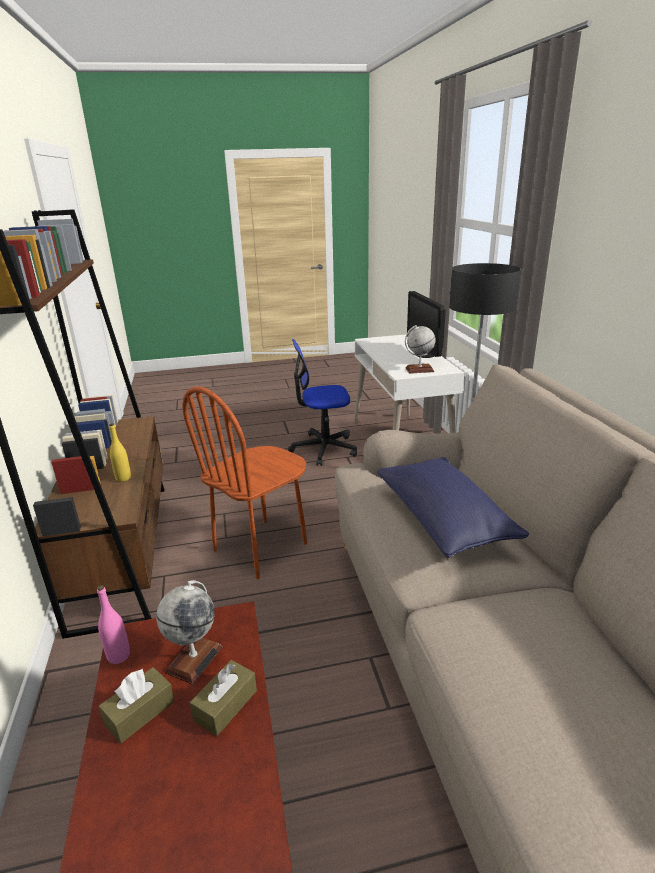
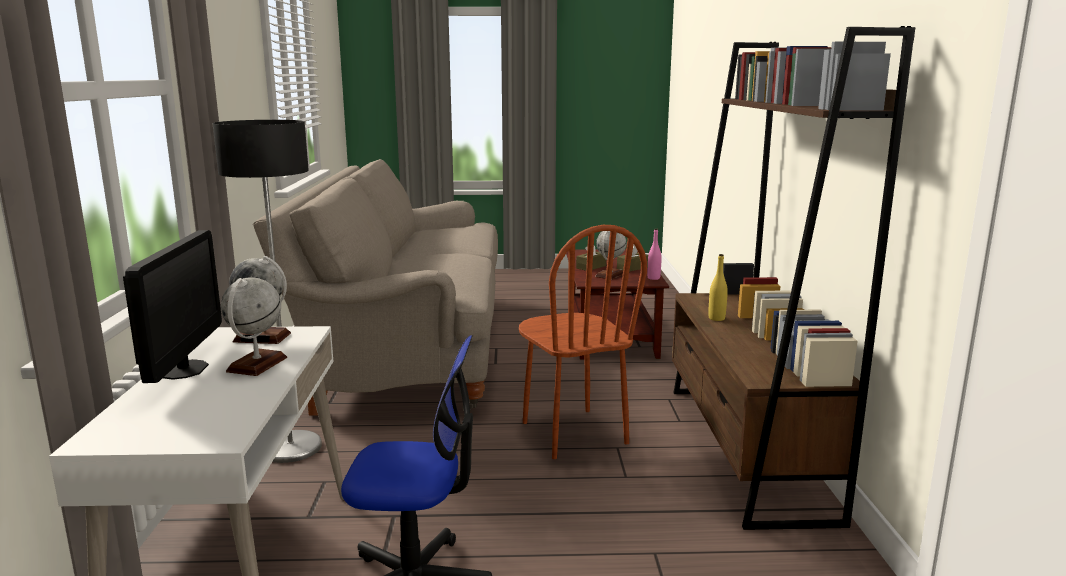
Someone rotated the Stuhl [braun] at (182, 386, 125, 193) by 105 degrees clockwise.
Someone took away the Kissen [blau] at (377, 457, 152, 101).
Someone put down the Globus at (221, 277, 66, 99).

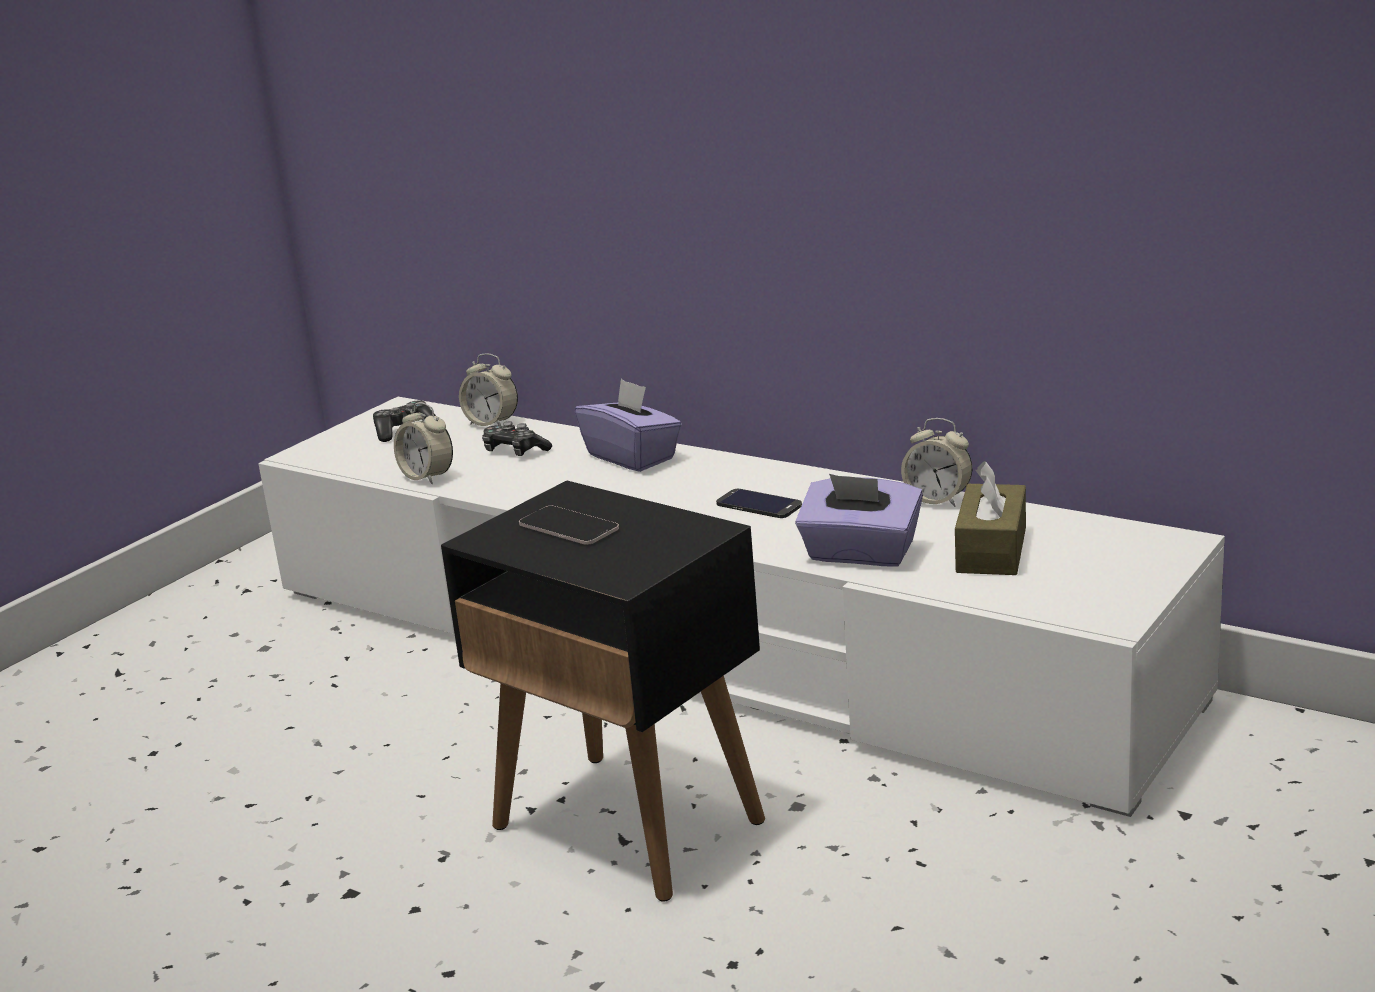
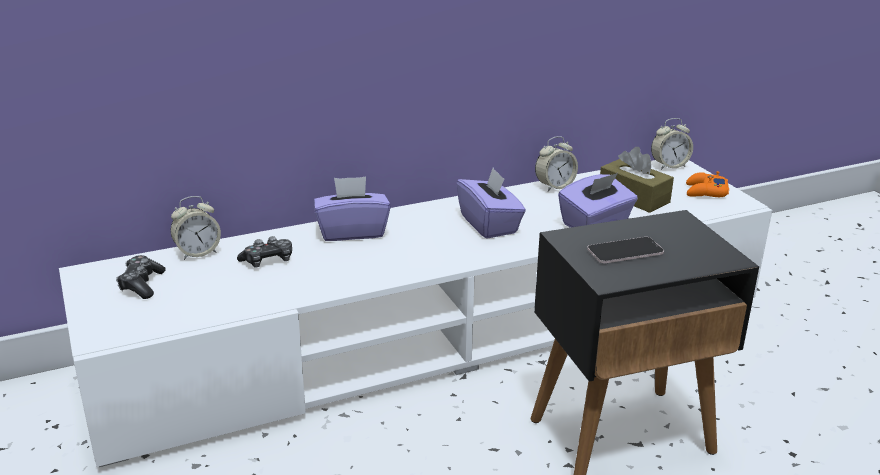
Someone carried the Wecker from (394, 402, 59, 82) to (651, 118, 42, 52).
Someone swapped the Handy at (716, 489, 86, 29) for the Taschentuchbox [lila] at (456, 167, 70, 72).
Someone put down the Gamepad [orange] at (686, 171, 43, 26).

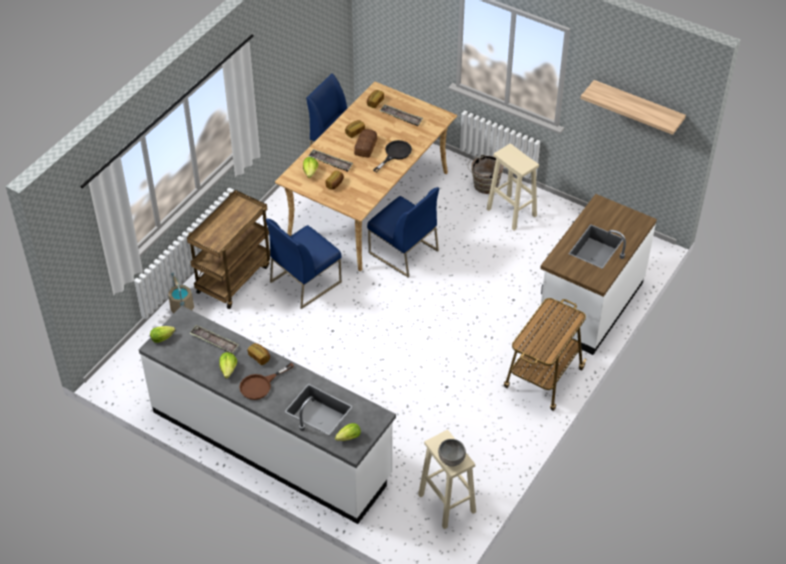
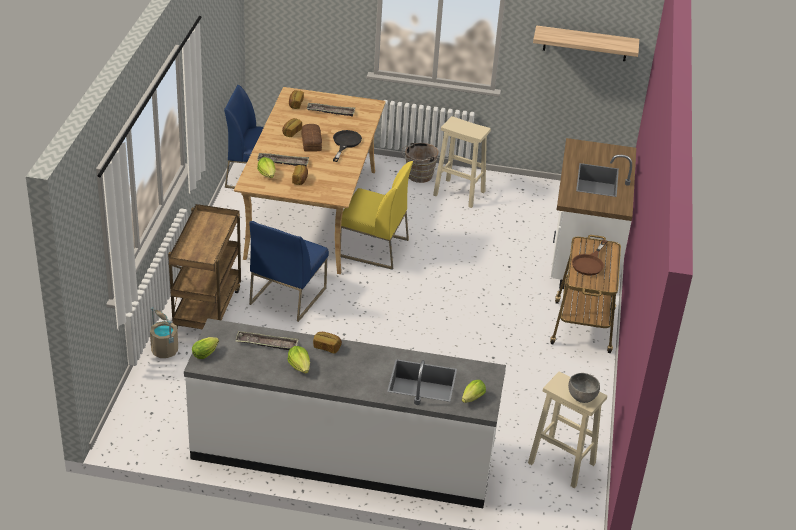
Someone carried the Pfanne [braun] from (239, 363, 55, 37) to (572, 240, 36, 36).
Someone repainted the Stuhl [blau] at (367, 187, 72, 91), which became the Stuhl [gelb] at (340, 161, 73, 109).

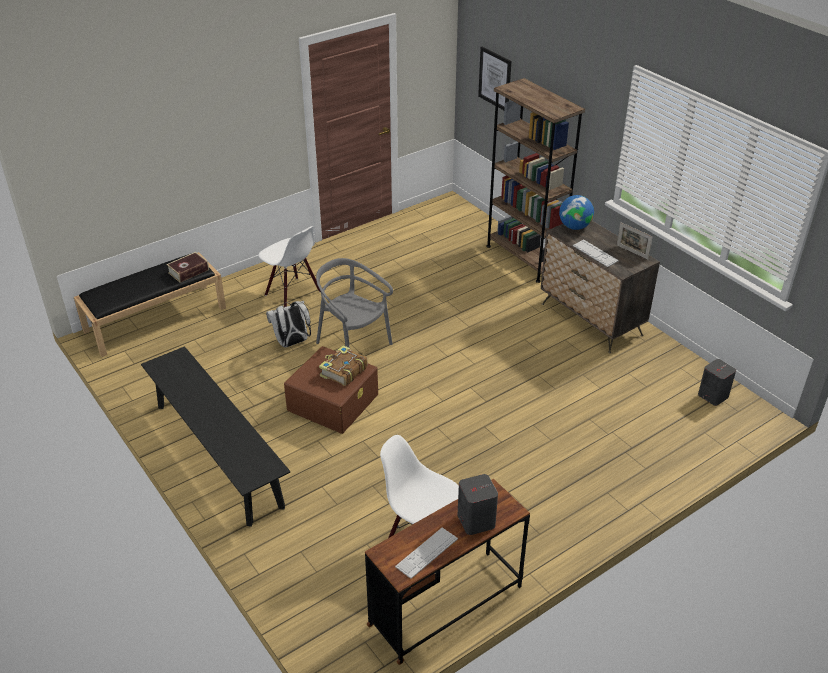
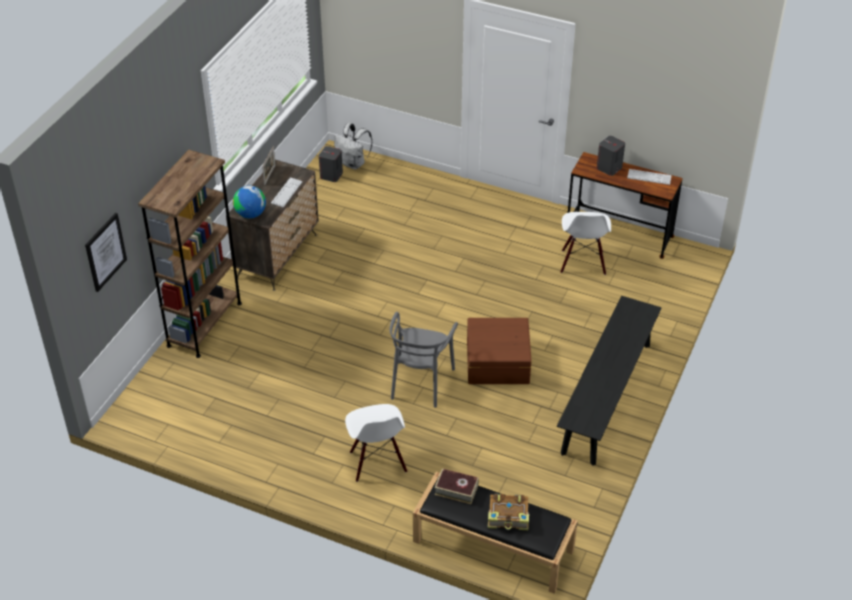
Someone rotated the Stuhl [weiß] at (258, 226, 63, 81) by 150 degrees clockwise.
Someone carried the Rucksack [weiß] from (266, 301, 45, 46) to (334, 123, 39, 47).
Someone carried the Buch from (319, 345, 49, 41) to (488, 493, 41, 37).

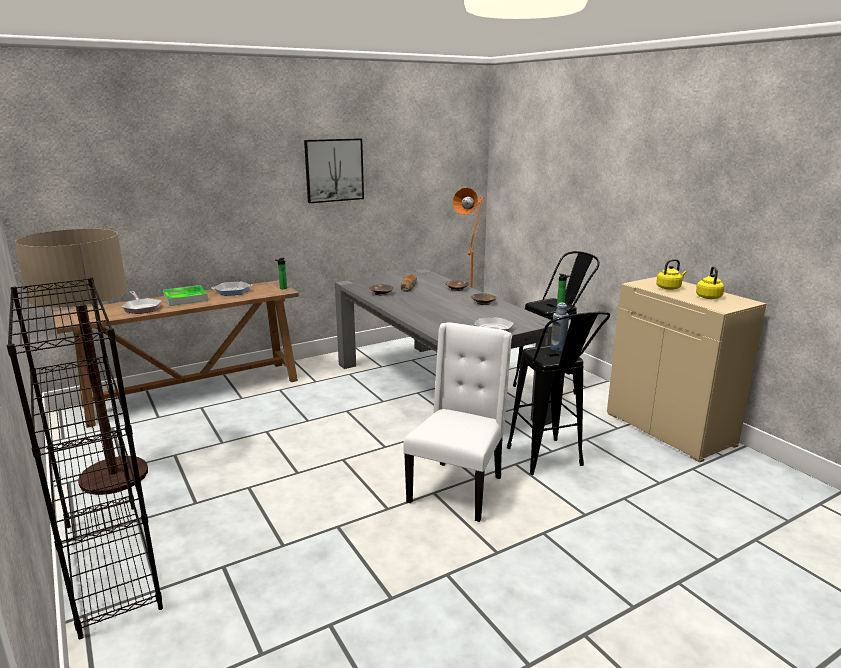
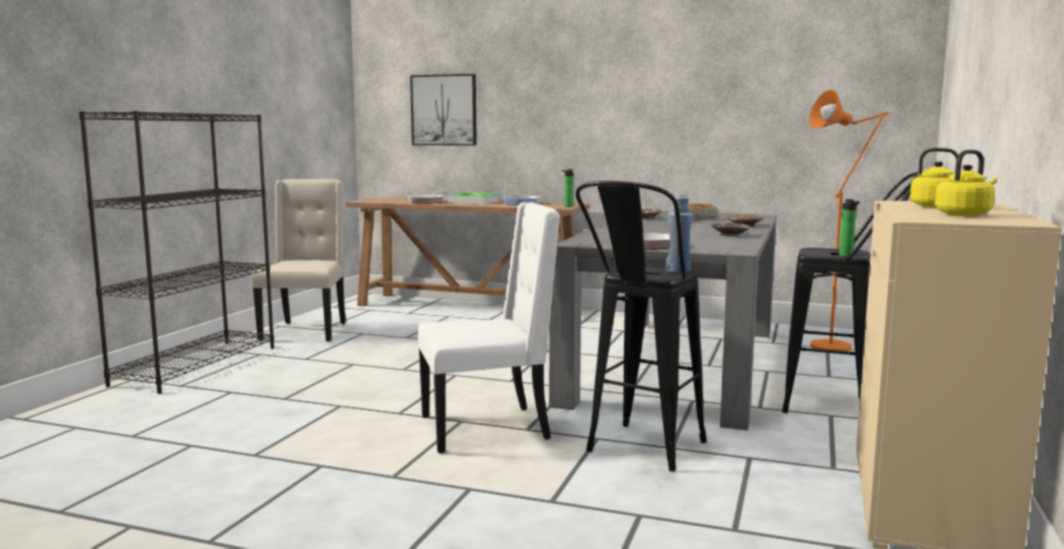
Someone swapped the Stehlampe at (15, 229, 133, 266) for the Stuhl [beige] at (252, 179, 94, 163).
Someone carried the Bild from (304, 138, 60, 65) to (410, 74, 67, 72).

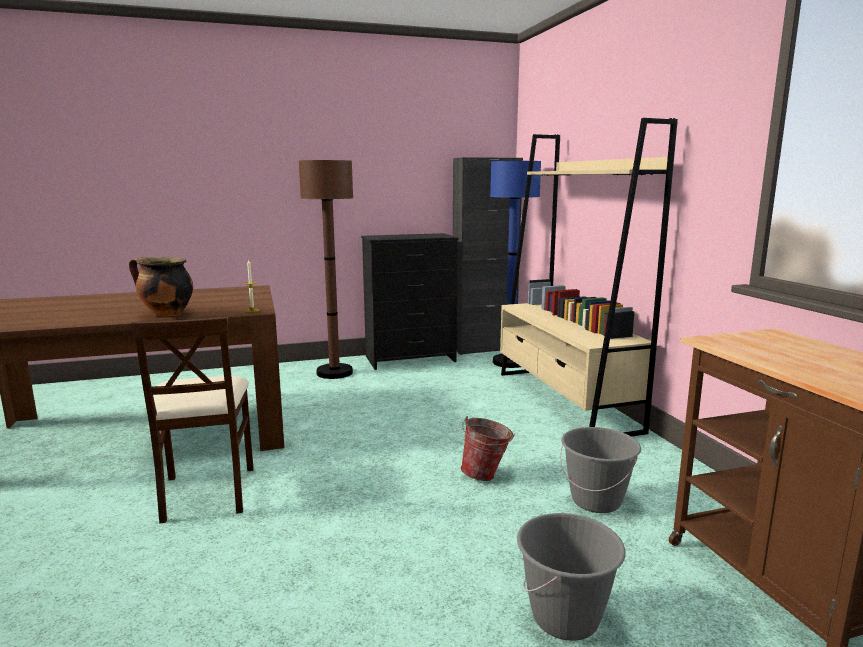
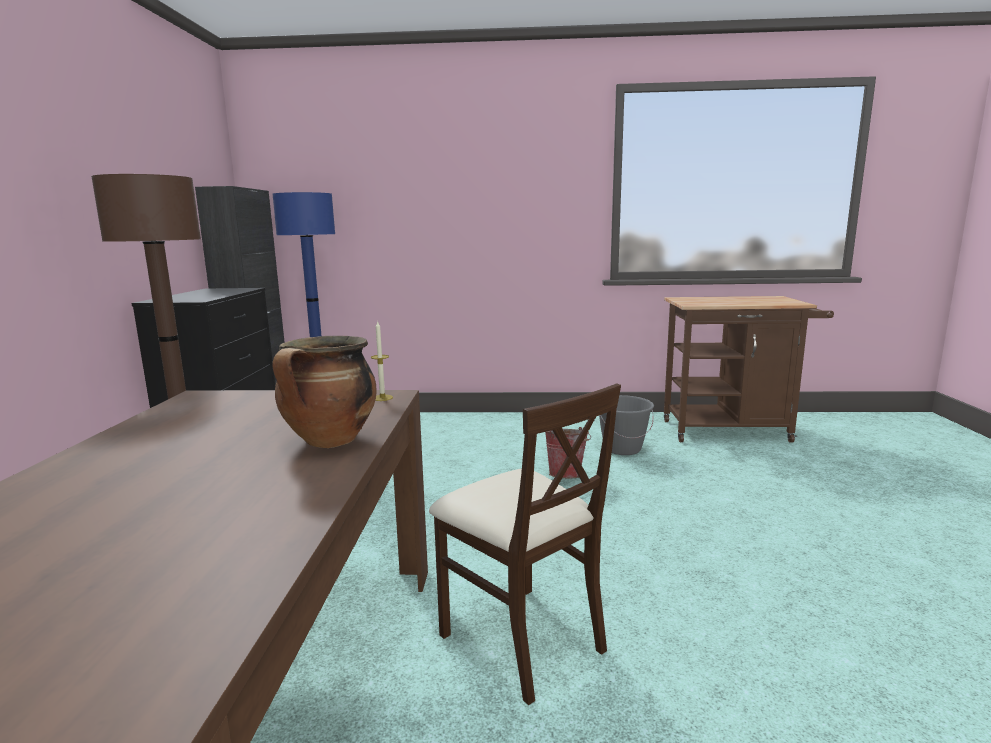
Someone rotated the Stuhl [beige] at (131, 317, 123, 207) by 45 degrees clockwise.
Someone took away the Bücherregal [beige] at (500, 118, 178, 319).
Someone took away the Eimer [grau] at (517, 513, 109, 128).

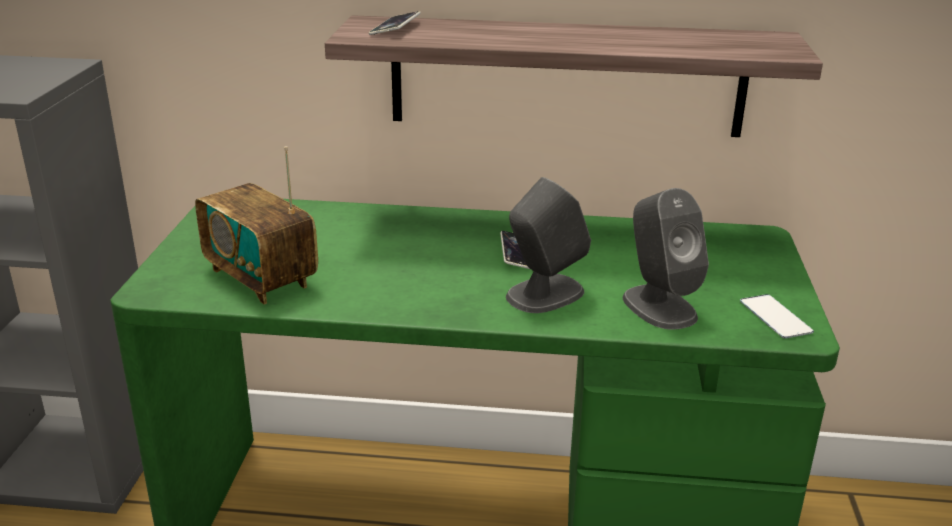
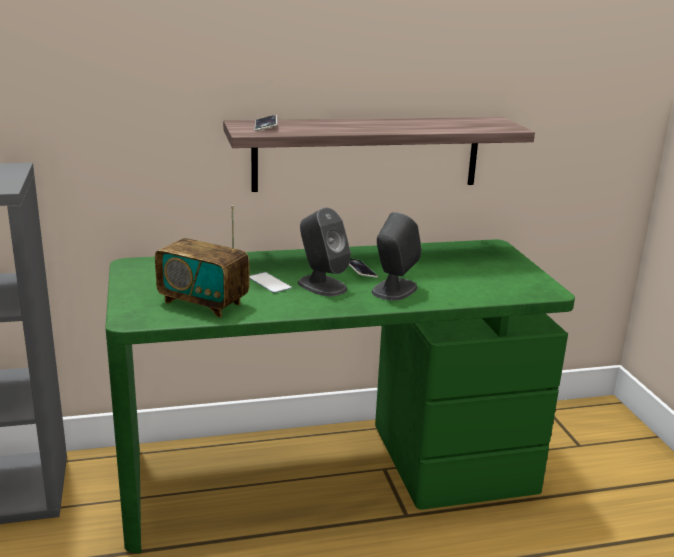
Someone carried the Lautsprecher [grau] from (622, 188, 87, 142) to (298, 208, 53, 88).
Someone carried the Handy from (740, 294, 74, 45) to (250, 272, 42, 21).

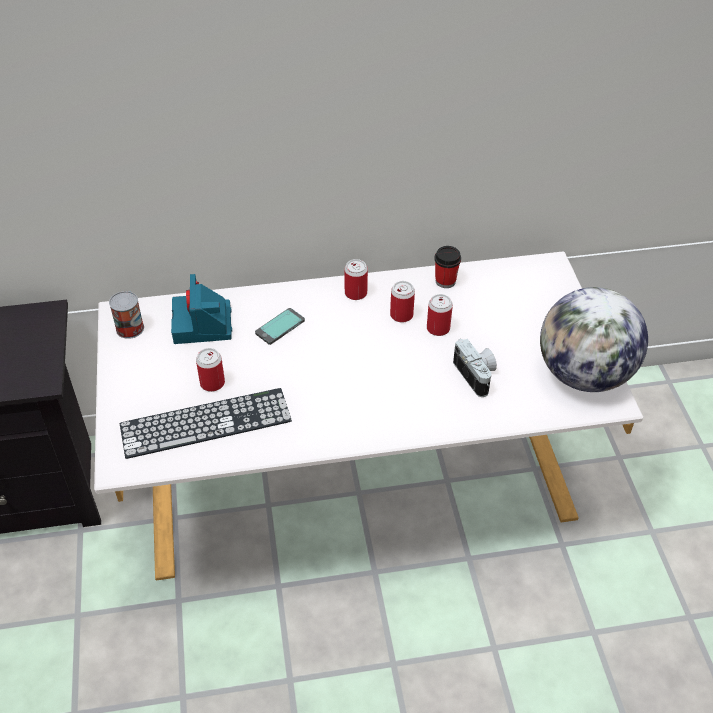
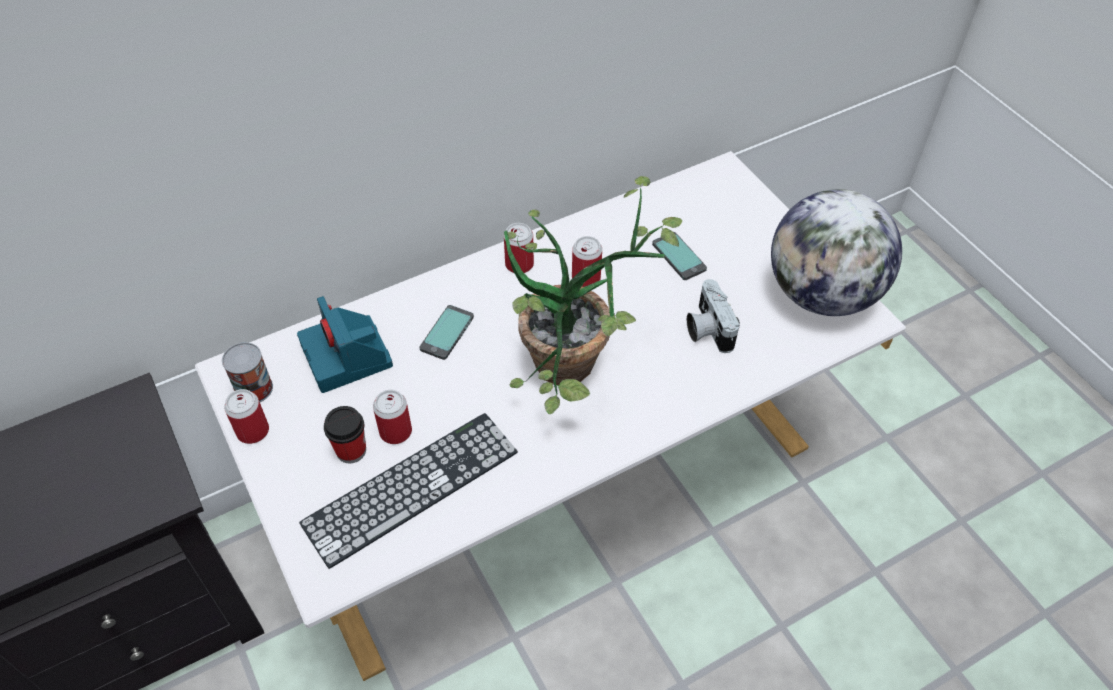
Someone carried the Dose from (427, 294, 26, 42) to (224, 389, 45, 55).
Someone carried the Tasse from (434, 246, 27, 42) to (324, 406, 42, 57).
Someone rotated the Kamera at (453, 339, 44, 58) by 150 degrees counterclockwise.
Someone put down the Topfpflanze at (504, 176, 178, 238).
Someone put down the Handy at (652, 232, 55, 48).

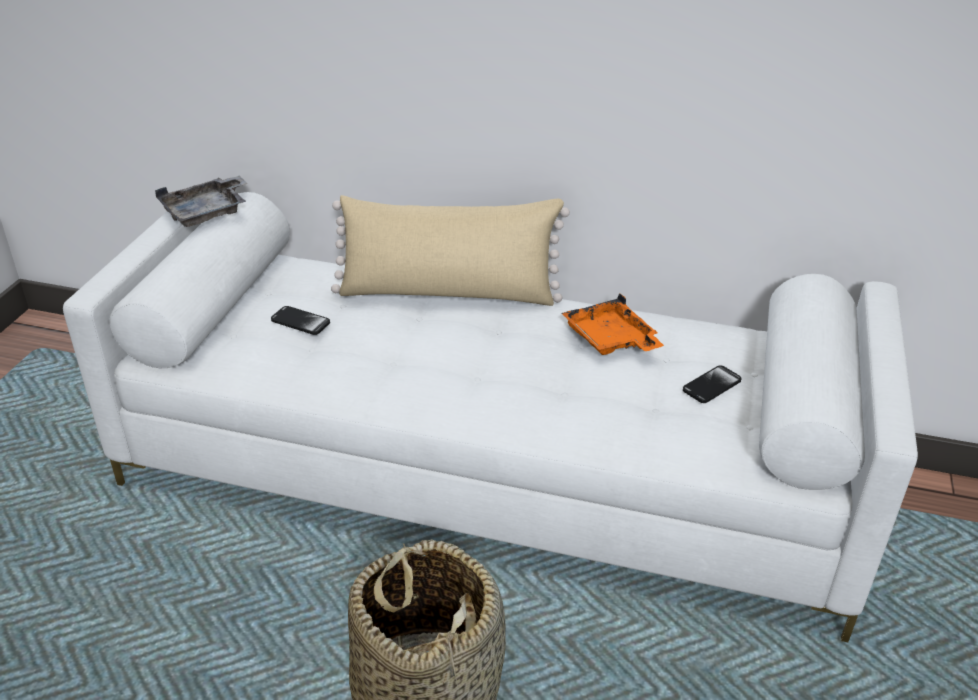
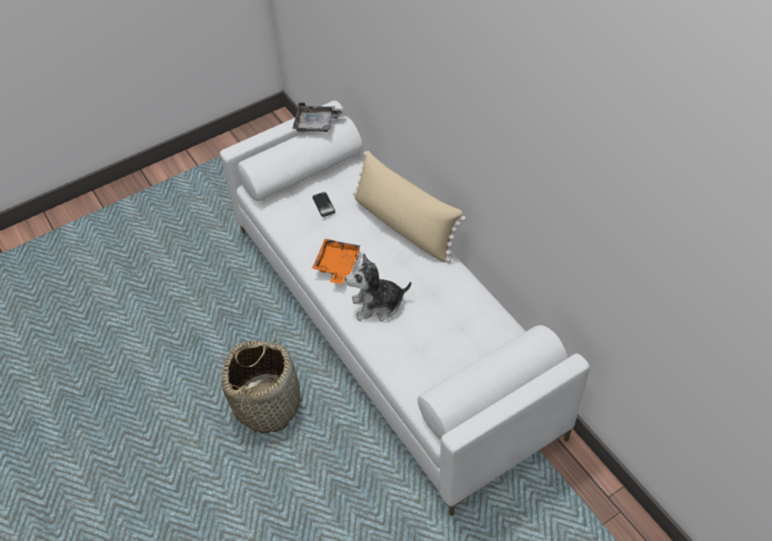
Someone carried the Tablett [orange] from (562, 293, 102, 62) to (312, 239, 49, 45).
Someone took away the Handy at (683, 365, 59, 38).
Someone put down the Plüschtier at (345, 253, 66, 68).

